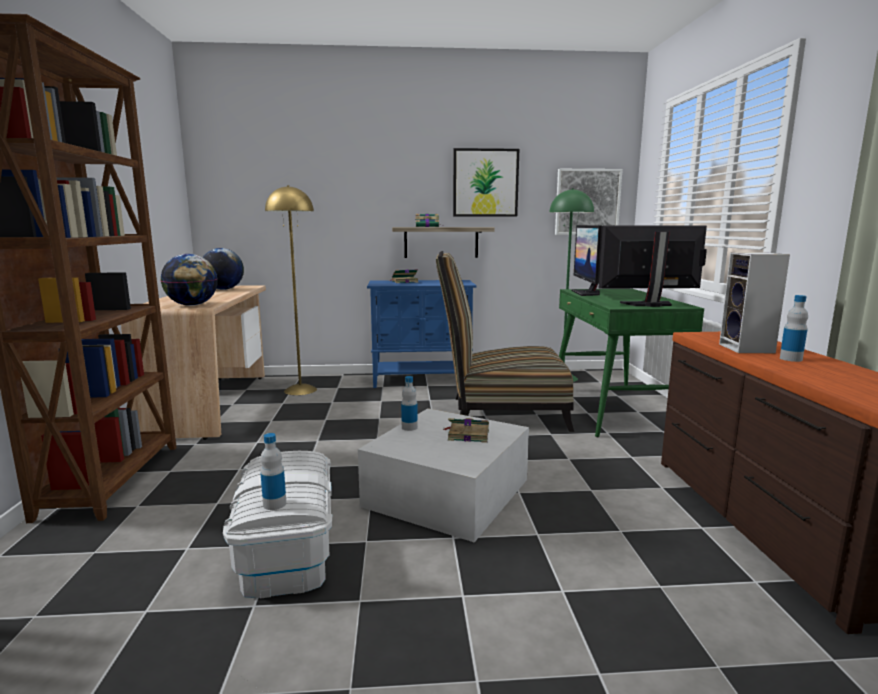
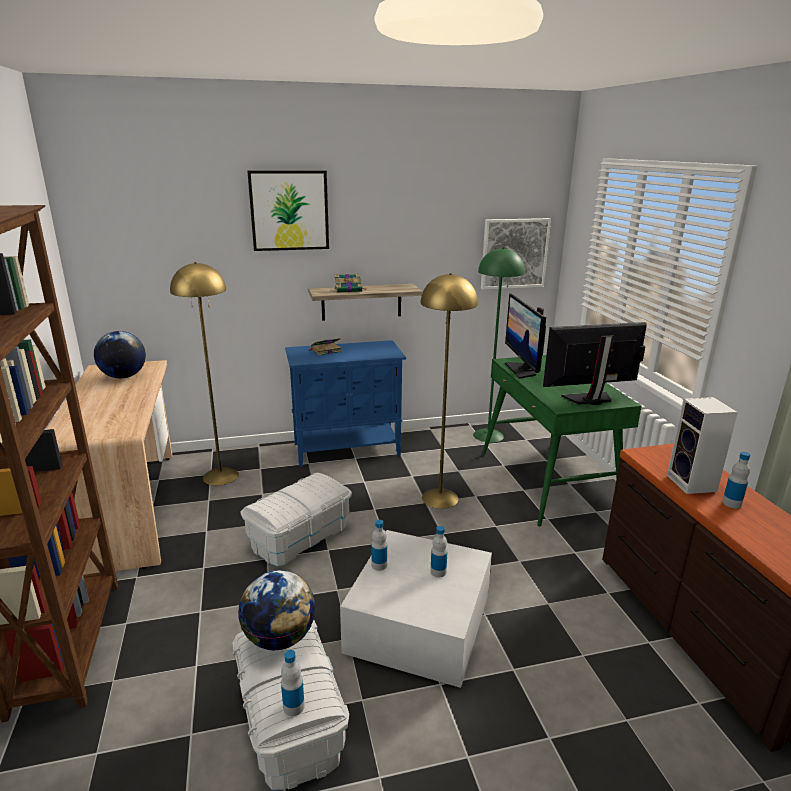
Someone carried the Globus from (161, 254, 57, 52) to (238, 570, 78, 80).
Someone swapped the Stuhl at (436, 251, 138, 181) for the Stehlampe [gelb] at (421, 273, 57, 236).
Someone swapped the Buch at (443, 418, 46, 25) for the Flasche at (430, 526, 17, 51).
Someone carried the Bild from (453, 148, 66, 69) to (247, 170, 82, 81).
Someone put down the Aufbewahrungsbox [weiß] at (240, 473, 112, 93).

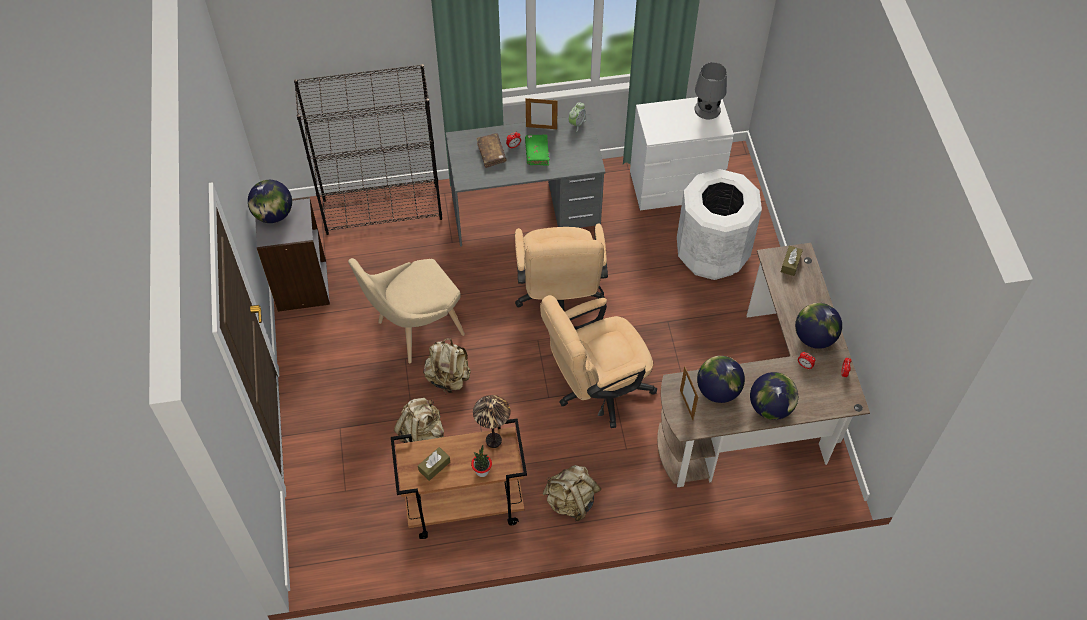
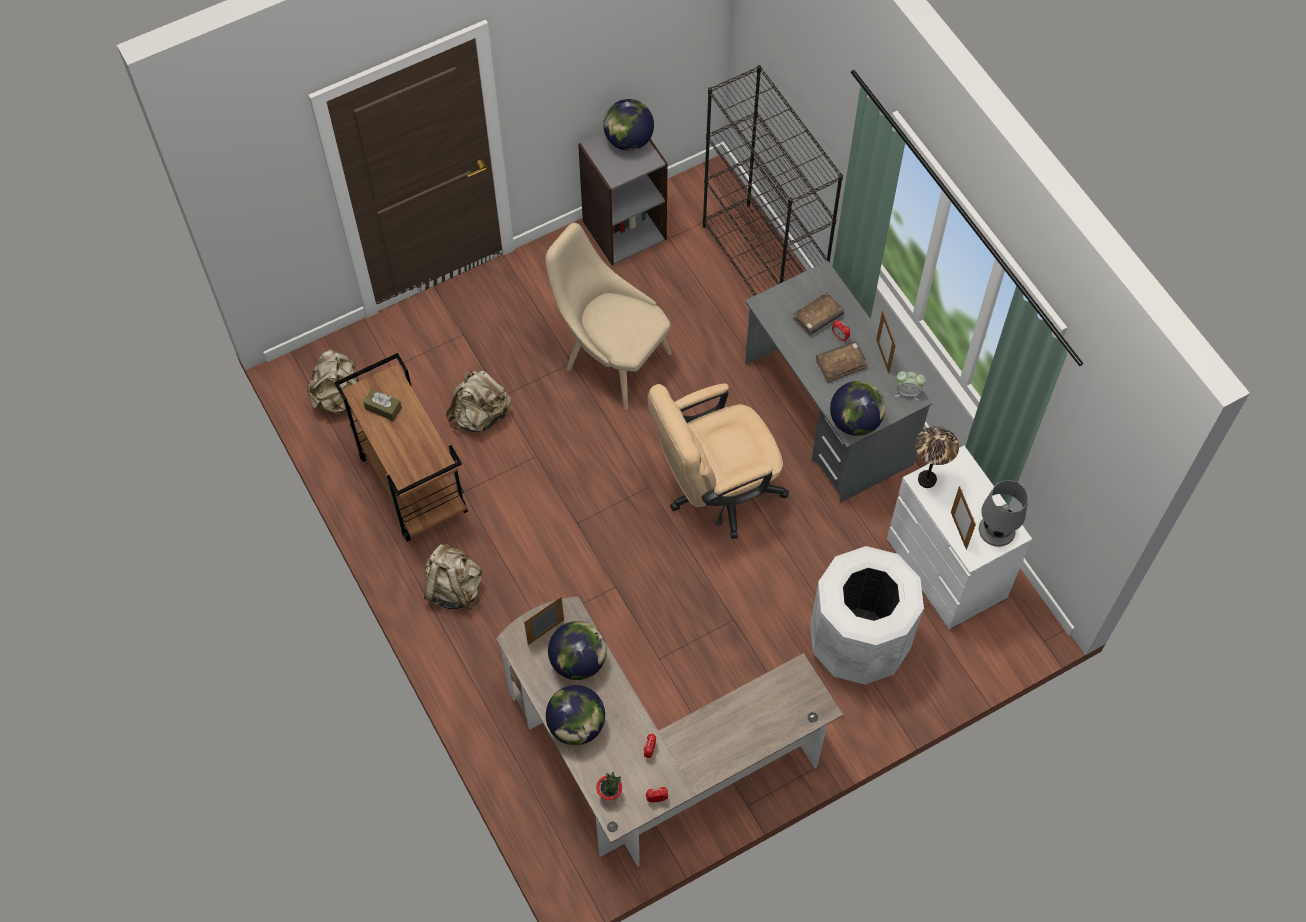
Someone carried the Rucksack [beige] from (423, 338, 48, 55) to (307, 349, 52, 65).
Someone carried the Topfpflanze from (471, 445, 21, 32) to (596, 772, 26, 30).
Someone carried the Tischlampe from (473, 395, 38, 53) to (915, 426, 44, 62).
Someone repainted the Buch [grün] at (525, 134, 25, 32), which became the Buch [braun] at (816, 341, 52, 42).
Someone took away the Bürostuhl [beige] at (540, 295, 117, 133).
Someone took away the Taschentuchbox [braun] at (781, 246, 22, 30).
Someone carried the Globus from (795, 303, 47, 46) to (830, 381, 55, 55).
Someone put down the Bilderrahmen at (951, 486, 25, 64).

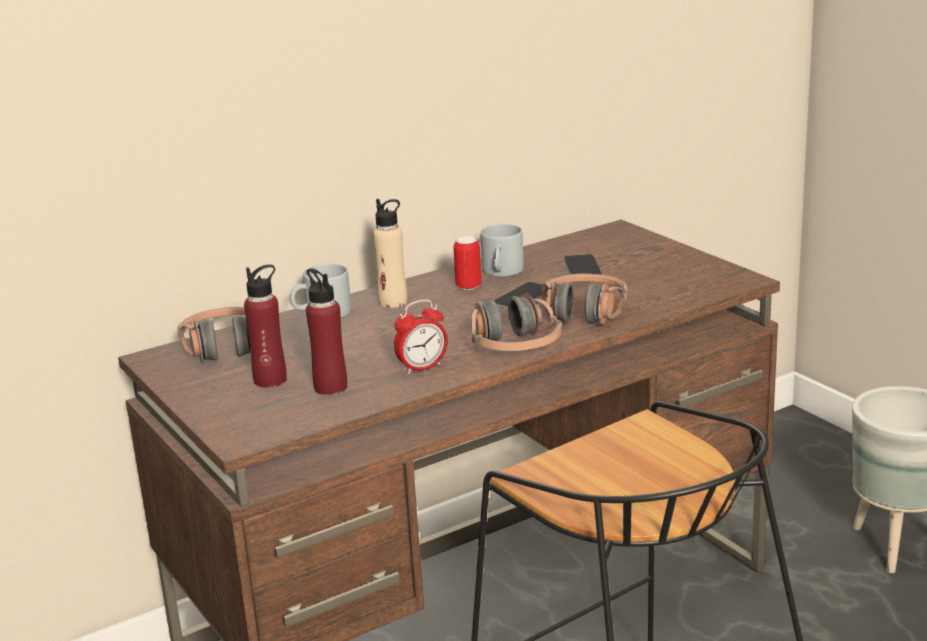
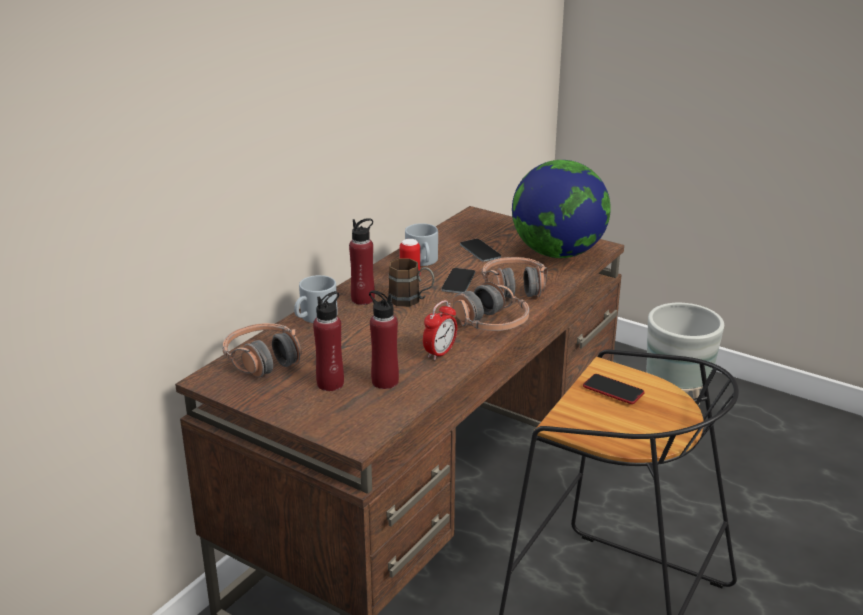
Someone repainted the Flasche [beige] at (373, 199, 34, 109), which became the Flasche [rot] at (349, 218, 26, 87).
Someone put down the Henkelbecher [braun] at (388, 258, 47, 49).
Someone put down the Globus at (512, 160, 99, 98).
Someone put down the Handy at (583, 374, 62, 30).

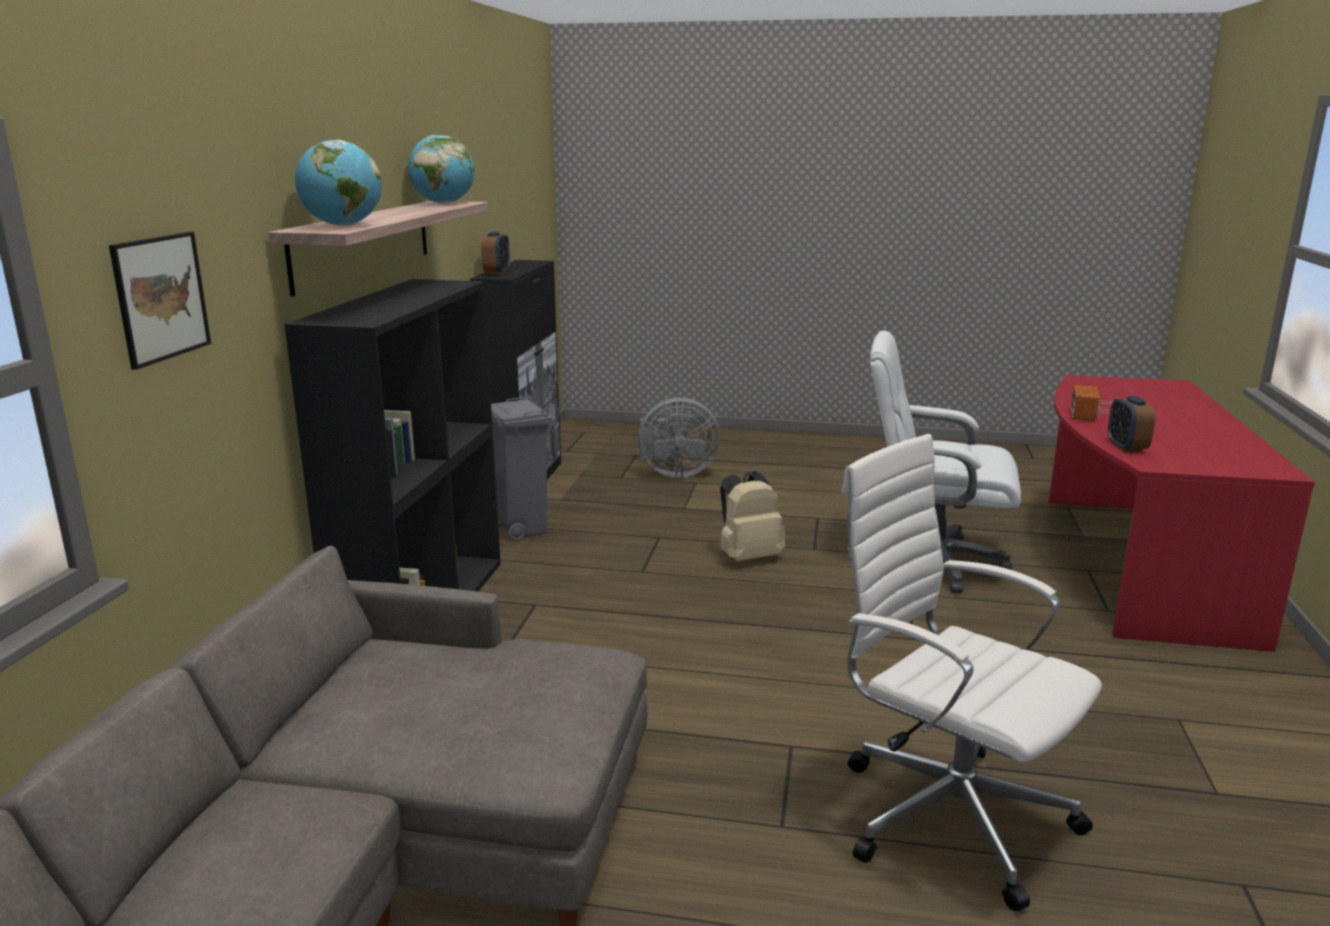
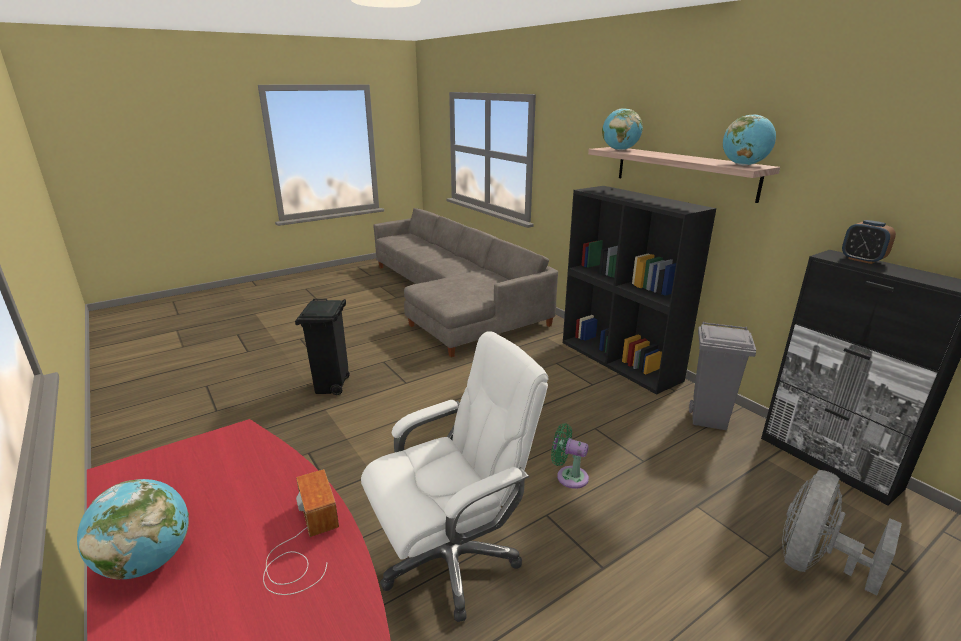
Someone took away the Bild at (109, 232, 102, 138).
Someone swapped the Rucksack [beige] at (720, 471, 65, 91) for the Ventilator [grün] at (551, 423, 38, 66).
Someone swapped the Bürostuhl [weiß] at (841, 434, 261, 478) for the Mülleimer [schwarz] at (295, 299, 55, 96).
Someone took away the Wecker at (1108, 396, 47, 56).
Someone put down the Globus at (77, 479, 112, 101).

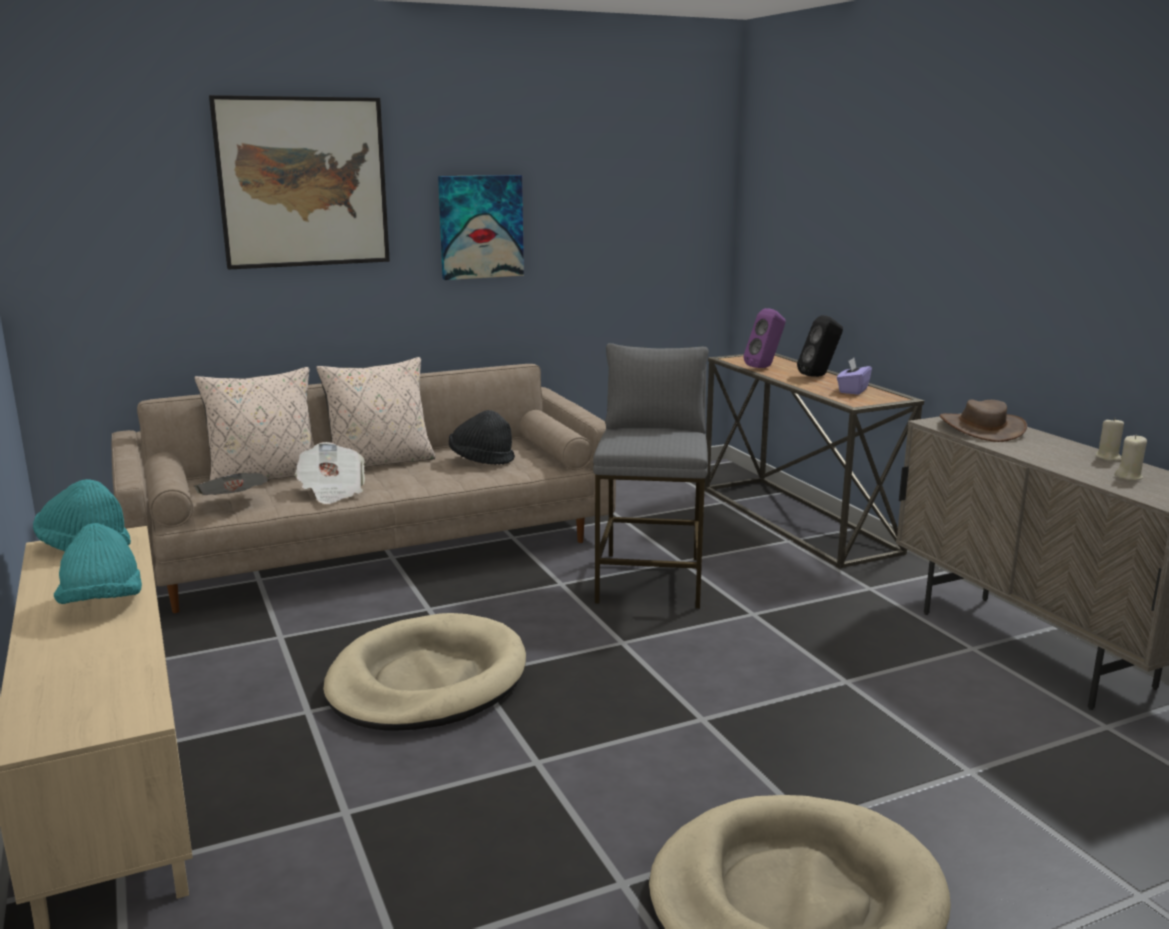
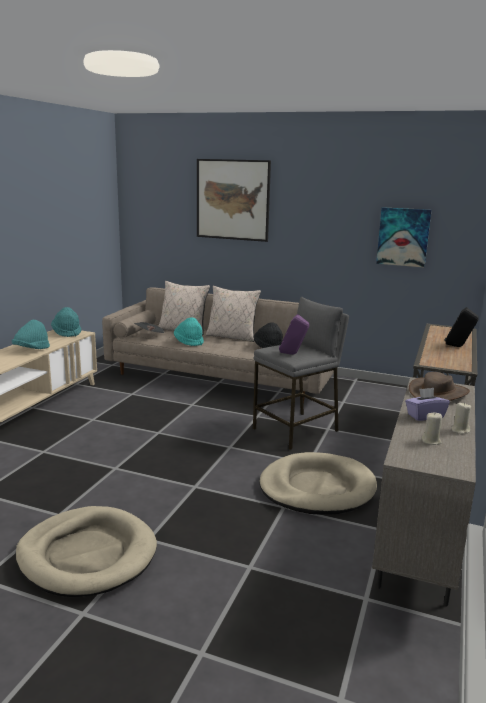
Someone swapped the Zeitung at (295, 442, 70, 62) for the Hut [türkis] at (174, 317, 30, 29).
Someone carried the Hundebett [beige] from (323, 613, 203, 118) to (259, 452, 118, 63).
Someone carried the Bild from (438, 175, 86, 105) to (376, 207, 56, 60).
Someone carried the Lautsprecher [lila] from (743, 308, 43, 60) to (279, 314, 30, 41).
Someone carried the Taschentuchbox [lila] from (837, 358, 35, 37) to (405, 388, 45, 33).

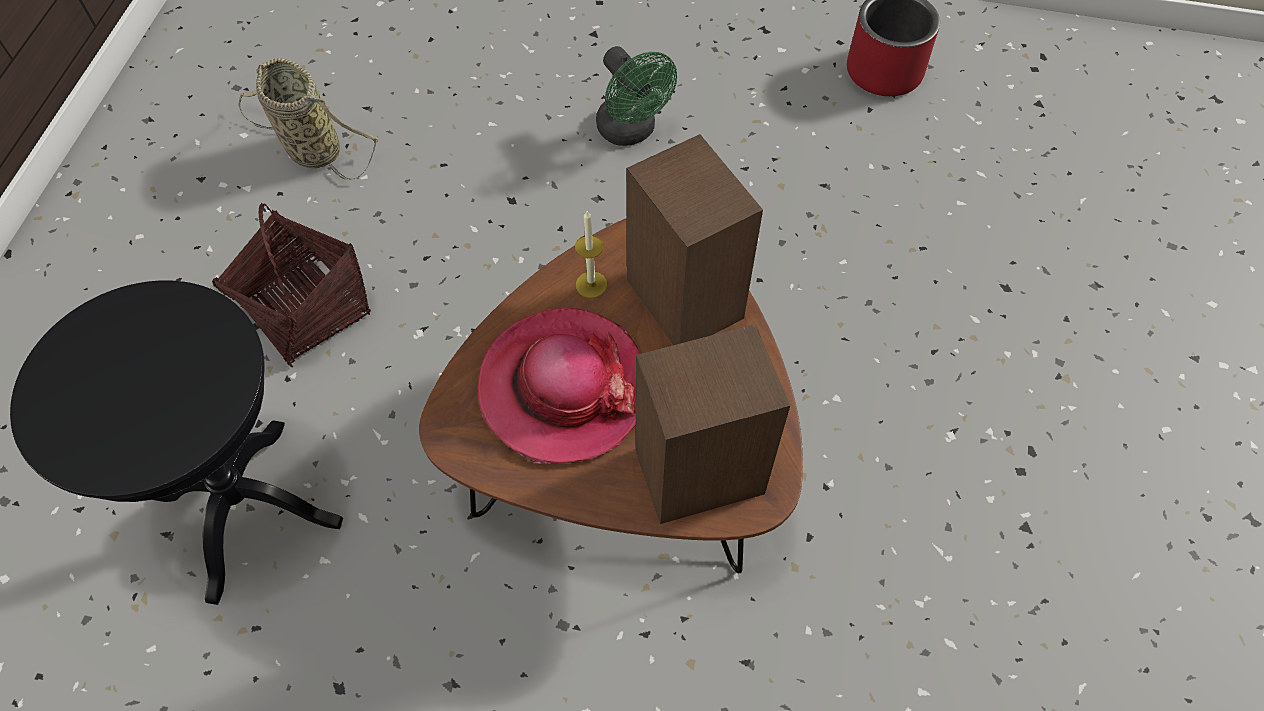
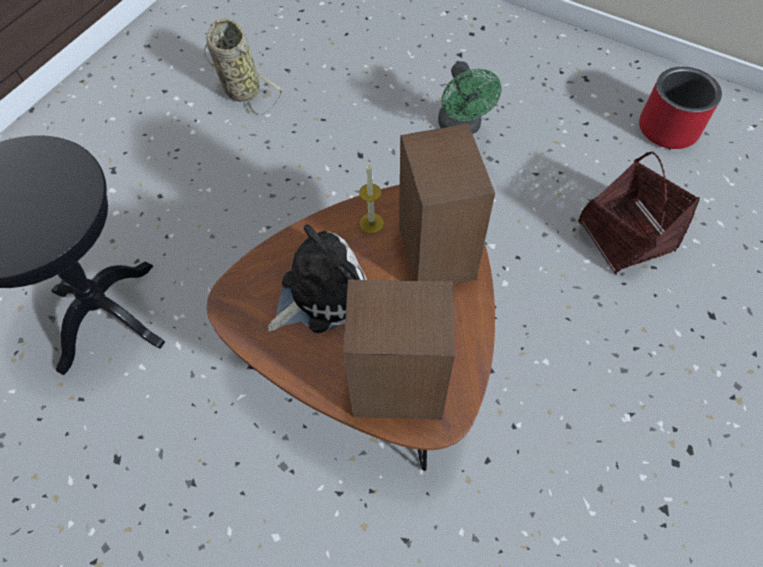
Someone carried the Korb from (212, 203, 159, 164) to (578, 151, 122, 124).
Someone swapped the Hut at (477, 308, 164, 156) for the Plüschtier at (268, 224, 99, 109).

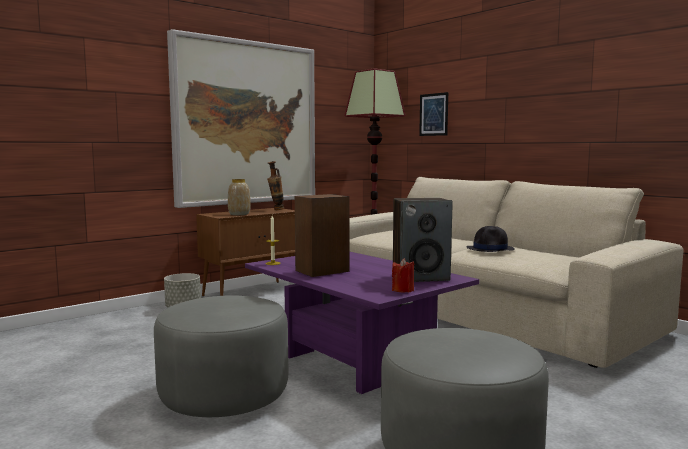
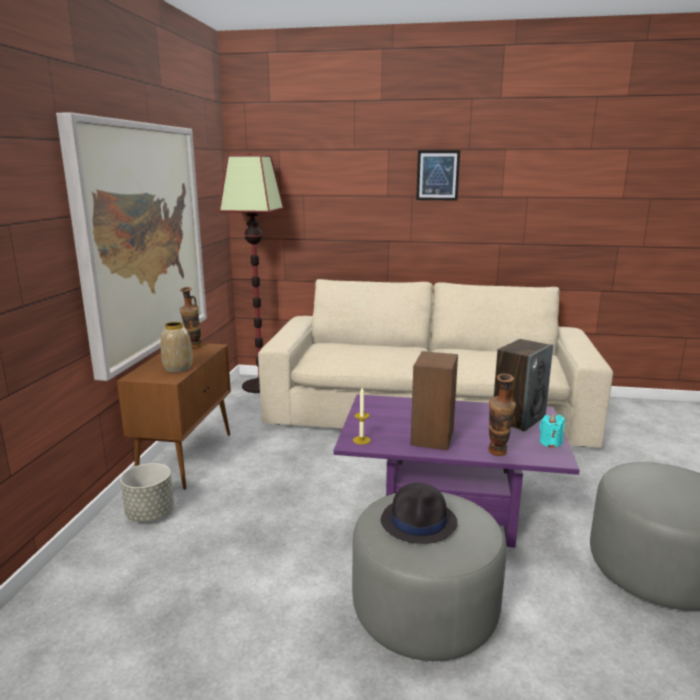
Someone repainted the Kerze [rot] at (392, 258, 23, 34), which became the Kerze [türkis] at (540, 414, 25, 33).
Someone carried the Bild from (419, 92, 29, 44) to (416, 150, 44, 50).
Someone carried the Hut [schwarz] from (466, 226, 49, 26) to (381, 483, 77, 61).
Someone put down the Vase at (488, 374, 28, 82).

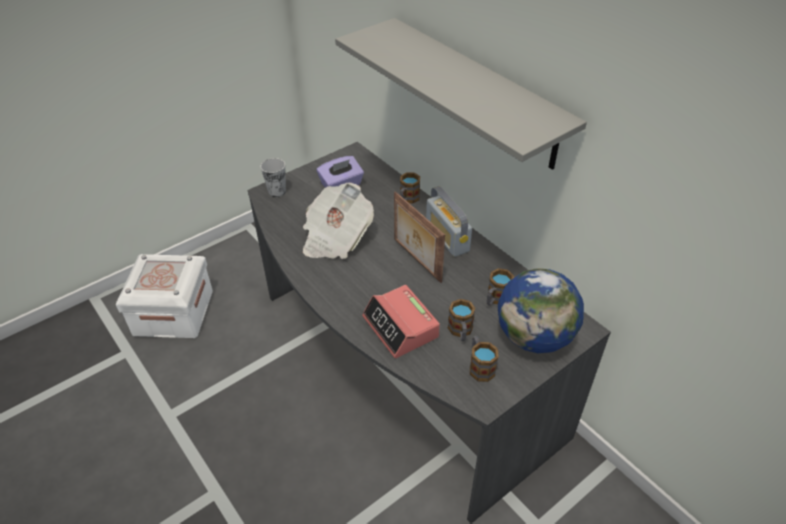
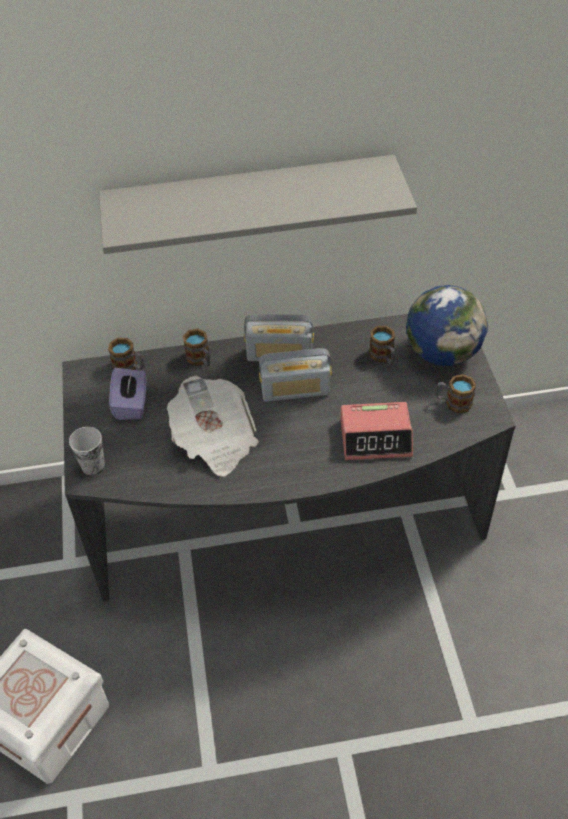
Someone swapped the Bilderrahmen at (394, 191, 51, 92) for the Radio at (259, 348, 73, 54).
Someone carried the Henkelbecher from (448, 299, 27, 42) to (108, 338, 36, 32).

